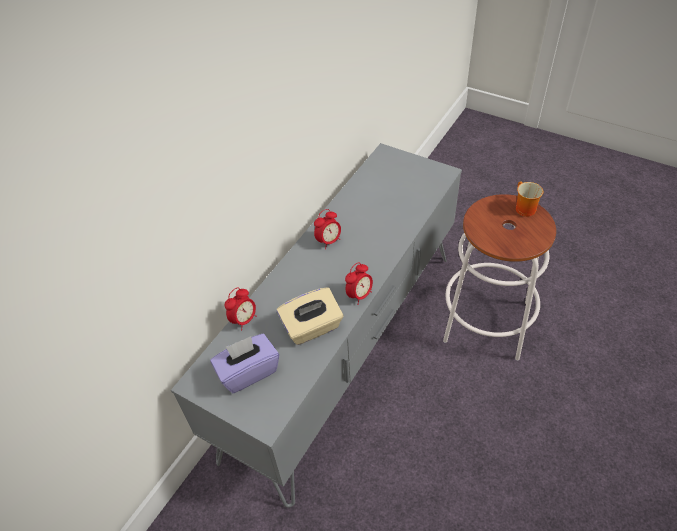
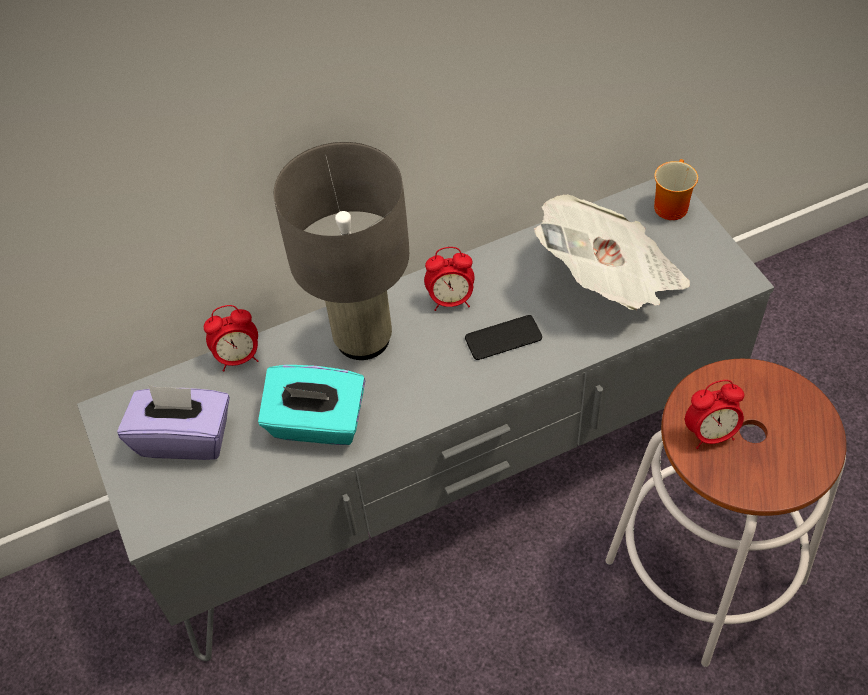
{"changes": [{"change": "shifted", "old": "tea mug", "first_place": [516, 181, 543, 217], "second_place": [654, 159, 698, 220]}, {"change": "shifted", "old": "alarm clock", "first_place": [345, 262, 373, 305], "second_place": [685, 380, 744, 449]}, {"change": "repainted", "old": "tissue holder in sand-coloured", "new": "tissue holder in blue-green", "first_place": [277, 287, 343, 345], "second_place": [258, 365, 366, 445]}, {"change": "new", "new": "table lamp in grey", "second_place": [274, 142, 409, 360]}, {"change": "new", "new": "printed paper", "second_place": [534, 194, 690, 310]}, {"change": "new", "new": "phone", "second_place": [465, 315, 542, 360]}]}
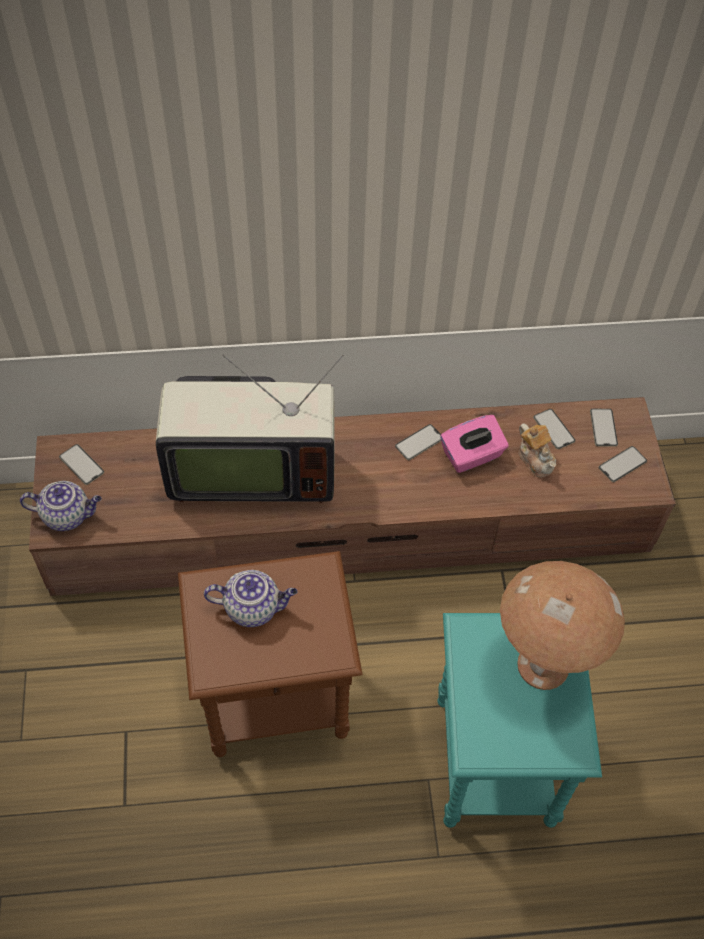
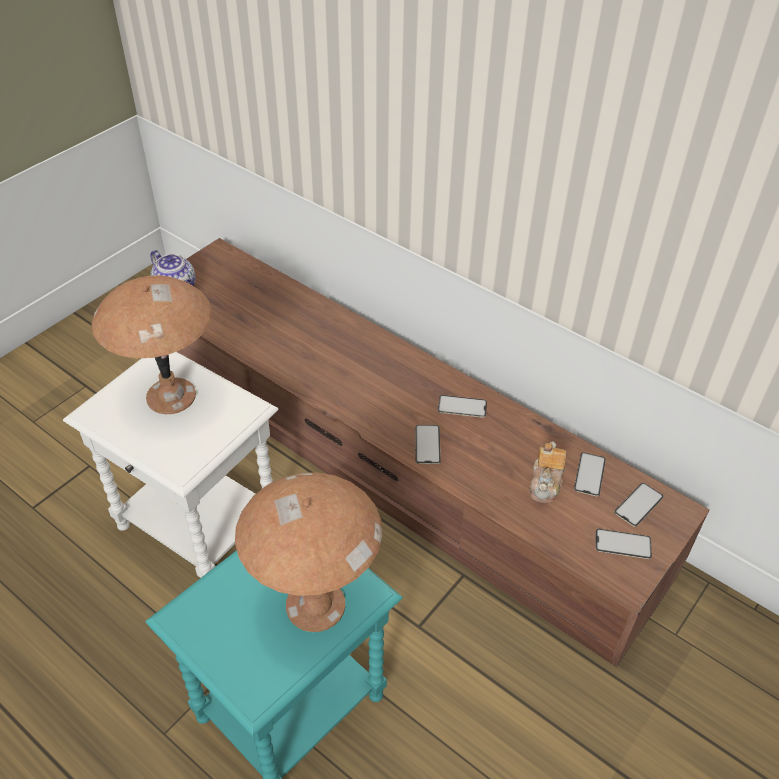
{"changes": [{"change": "gone", "old": "TV set", "first_place": [156, 354, 344, 503]}, {"change": "gone", "old": "tissue holder in pink-coloured", "first_place": [440, 415, 509, 473]}, {"change": "shifted", "old": "phone", "first_place": [59, 444, 104, 485], "second_place": [415, 425, 441, 464]}, {"change": "repainted", "old": "side table in brown-coloured", "new": "side table in white", "first_place": [178, 551, 363, 757], "second_place": [63, 352, 279, 578]}, {"change": "swapped", "old": "pot for tea", "new": "table lamp in brown-coloured", "first_place": [204, 570, 298, 627], "second_place": [91, 275, 212, 414]}]}
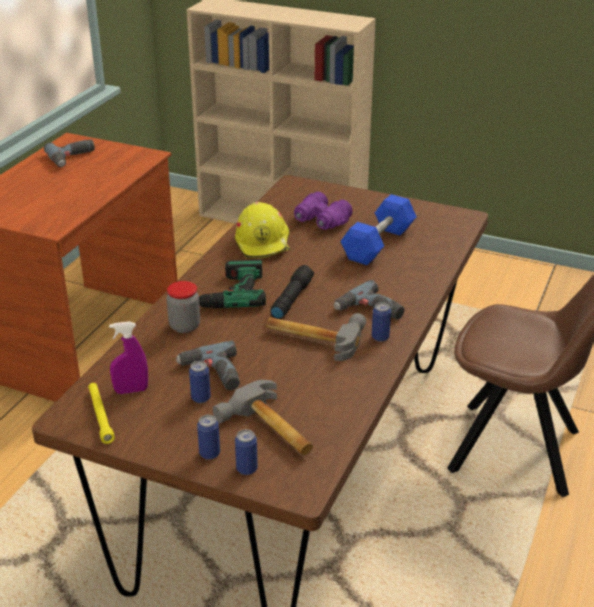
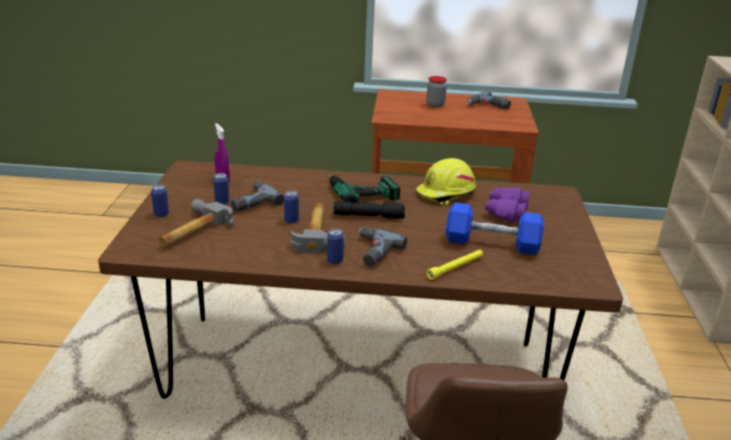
{"changes": [{"change": "shifted", "old": "preserve jar", "first_place": [167, 281, 200, 333], "second_place": [426, 76, 447, 108]}, {"change": "shifted", "old": "flashlight in yellow", "first_place": [88, 383, 115, 444], "second_place": [427, 250, 483, 280]}, {"change": "shifted", "old": "metal can", "first_place": [235, 429, 258, 475], "second_place": [284, 190, 299, 224]}]}
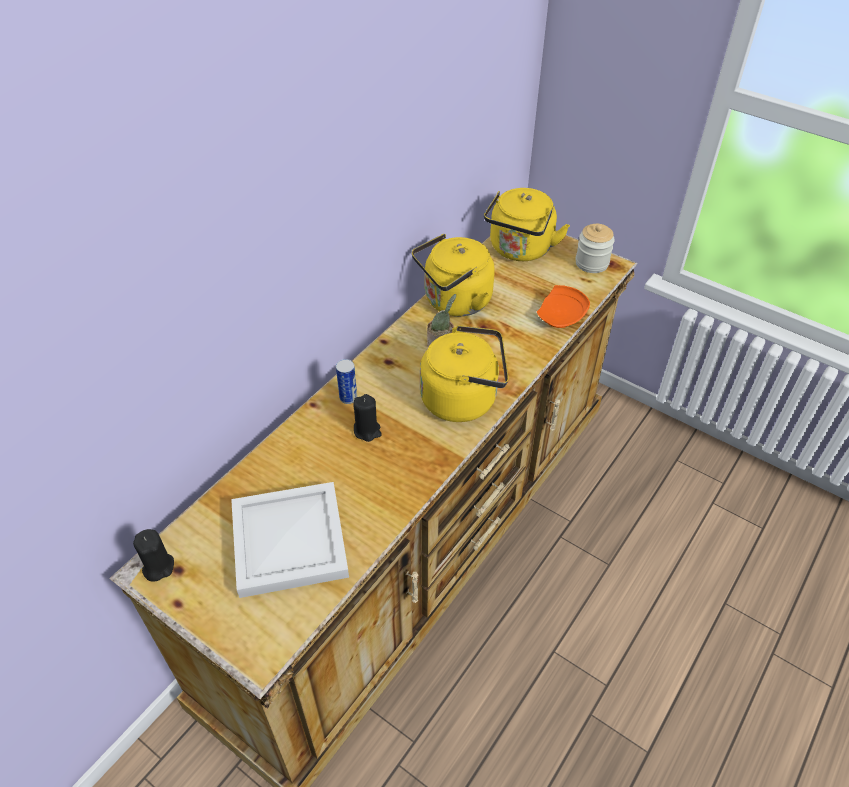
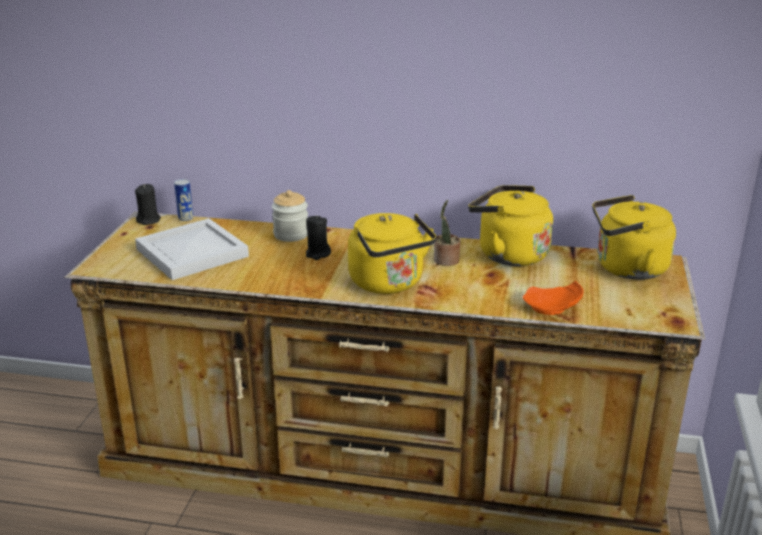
{"changes": [{"change": "shifted", "old": "preserve jar", "first_place": [575, 224, 615, 273], "second_place": [272, 190, 308, 242]}, {"change": "shifted", "old": "metal can", "first_place": [336, 359, 357, 404], "second_place": [174, 179, 193, 221]}]}
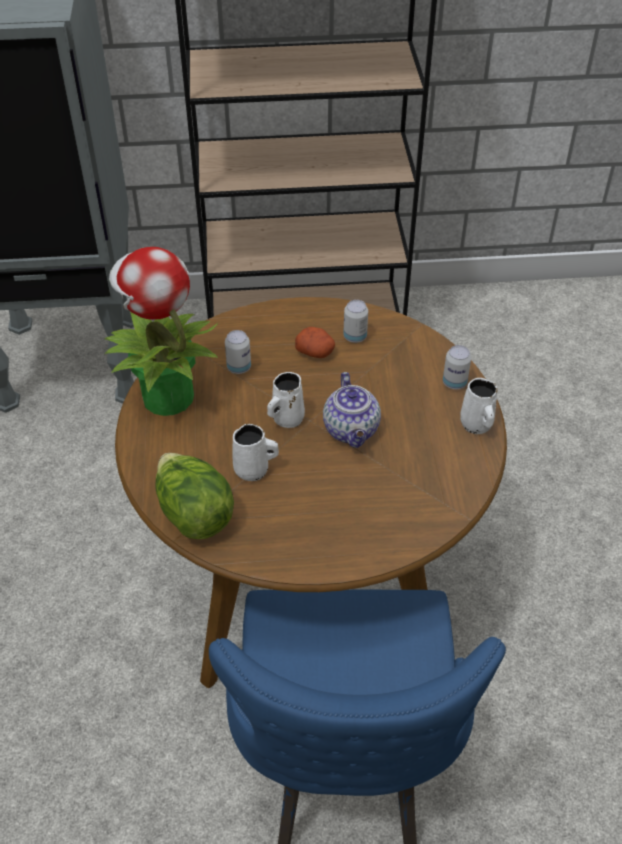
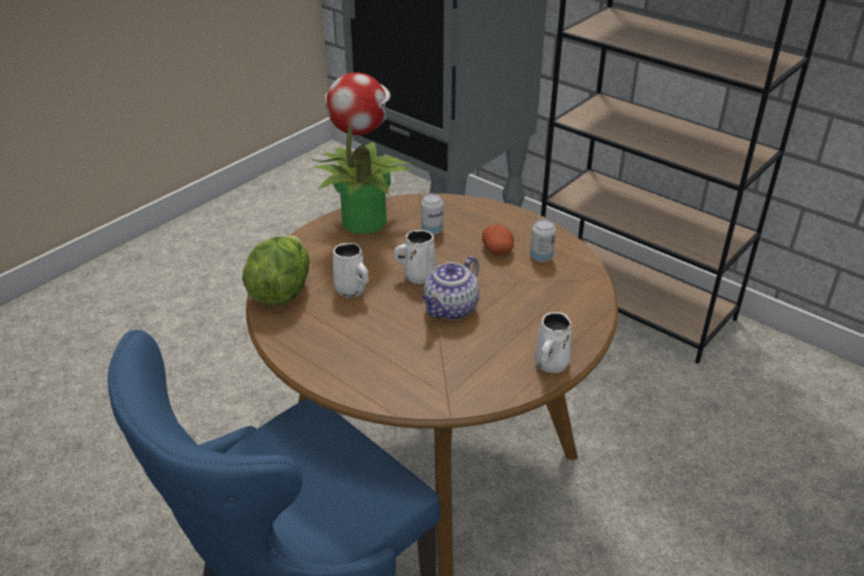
{"changes": [{"change": "gone", "old": "metal can", "first_place": [443, 345, 471, 390]}]}
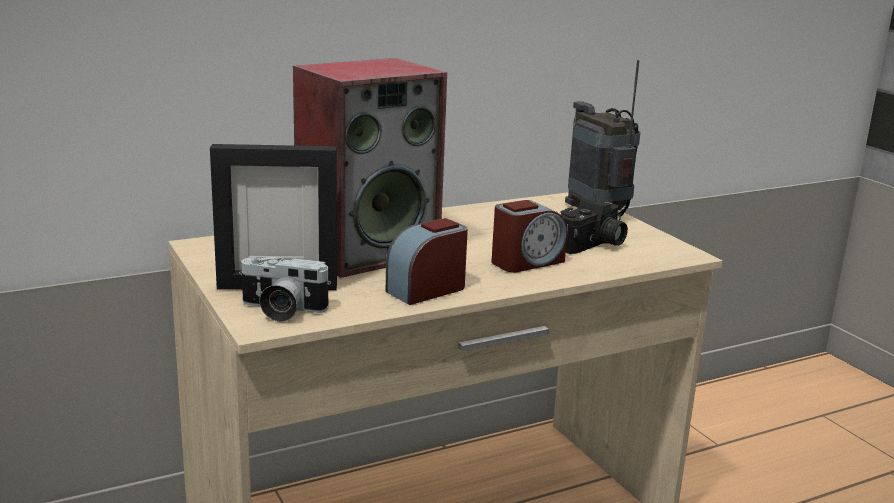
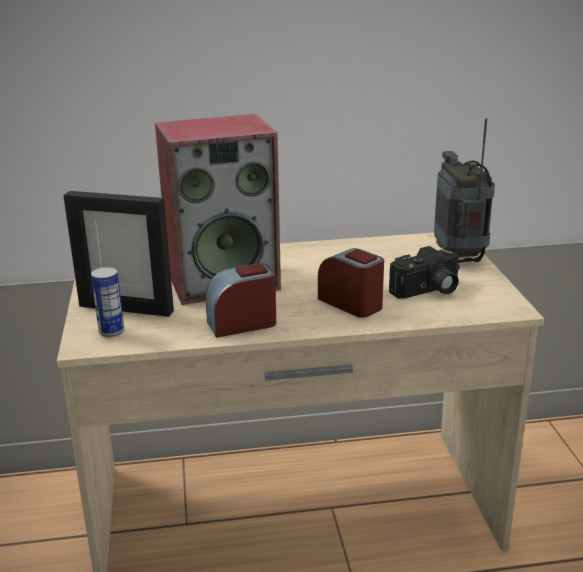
{"changes": [{"change": "rotated", "old": "alarm clock", "first_place": [492, 200, 567, 272], "second_place": [318, 248, 384, 318], "degrees": -120}, {"change": "swapped", "old": "photo camera", "new": "metal can", "first_place": [239, 257, 331, 322], "second_place": [91, 267, 124, 337]}]}
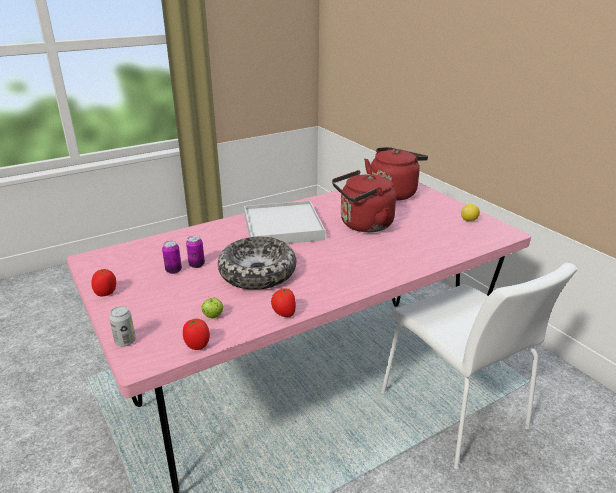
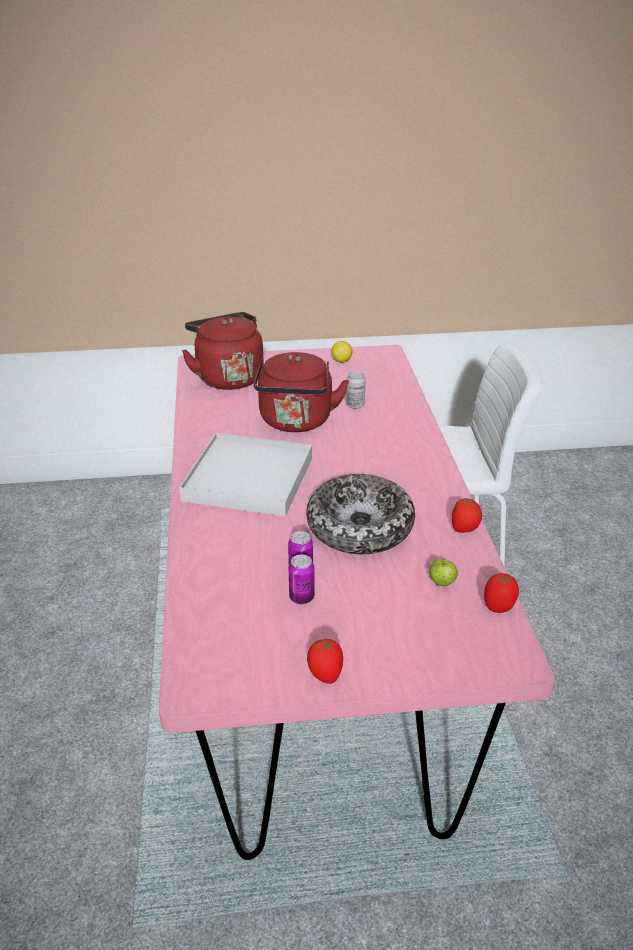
{"changes": [{"change": "shifted", "old": "metal can", "first_place": [109, 306, 136, 347], "second_place": [346, 371, 365, 409]}]}
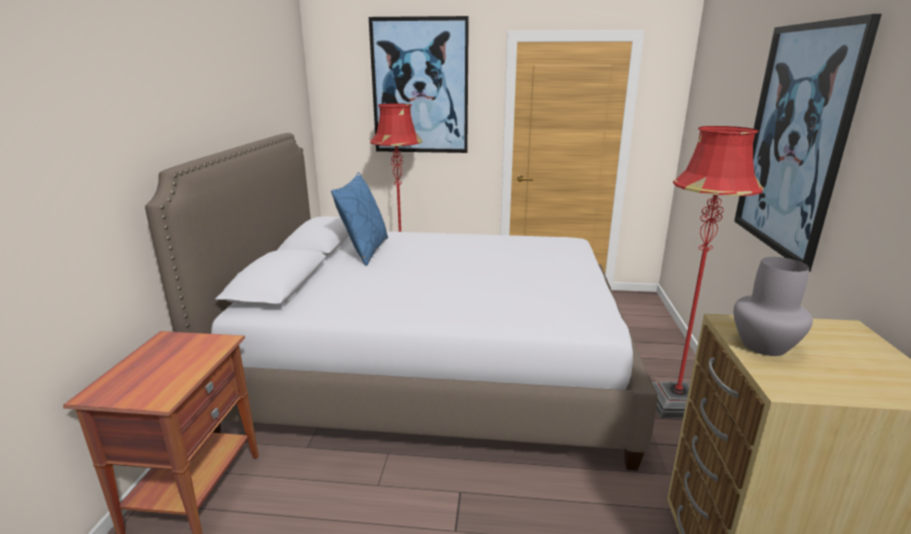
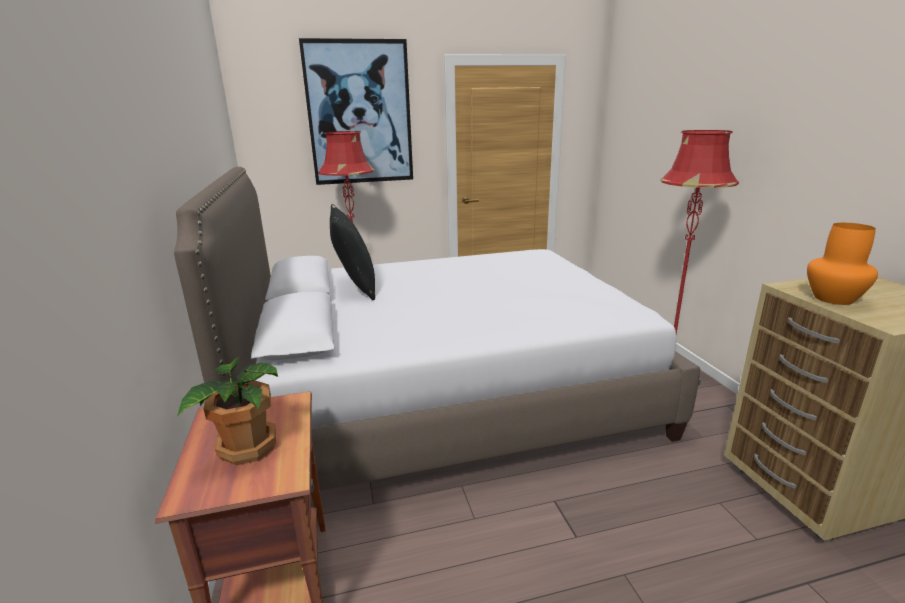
{"changes": [{"change": "gone", "old": "picture", "first_place": [734, 14, 881, 272]}, {"change": "repainted", "old": "cushion in blue", "new": "cushion in blackish", "first_place": [331, 172, 388, 266], "second_place": [330, 204, 375, 300]}, {"change": "repainted", "old": "vase in grey", "new": "vase in orange", "first_place": [733, 257, 813, 356], "second_place": [807, 223, 878, 305]}, {"change": "new", "new": "houseplant", "second_place": [177, 357, 278, 465]}]}
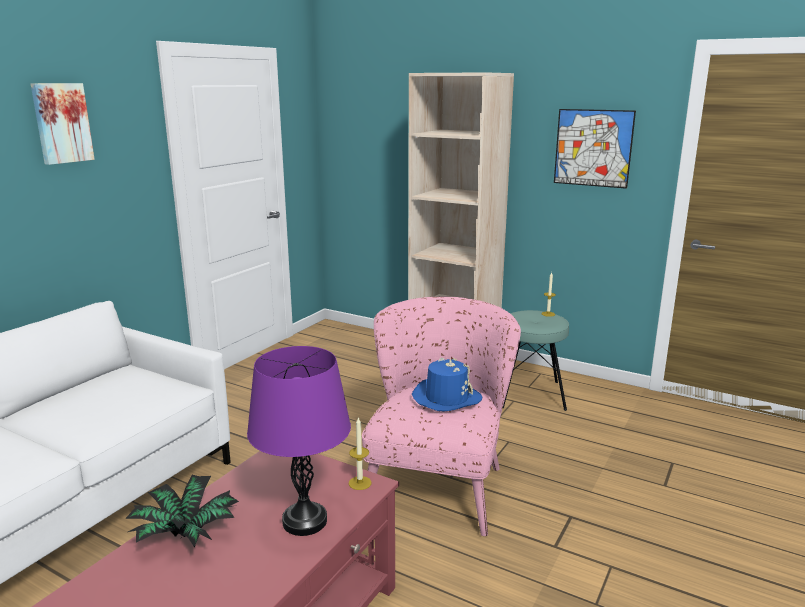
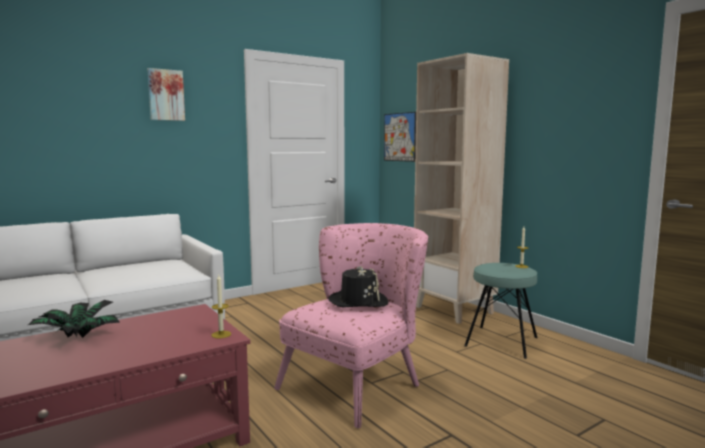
{"changes": [{"change": "shifted", "old": "picture", "first_place": [554, 109, 636, 189], "second_place": [384, 112, 416, 162]}, {"change": "gone", "old": "table lamp in purple-coloured", "first_place": [247, 346, 351, 536]}, {"change": "repainted", "old": "wearable hat in blue", "new": "wearable hat in blackish", "first_place": [412, 357, 483, 411], "second_place": [328, 266, 388, 307]}]}
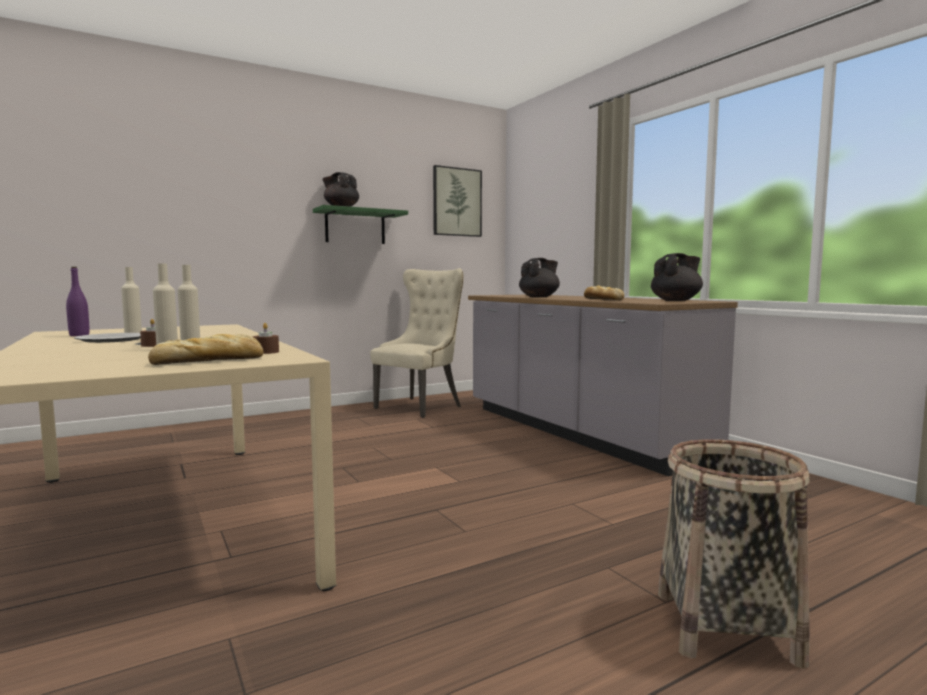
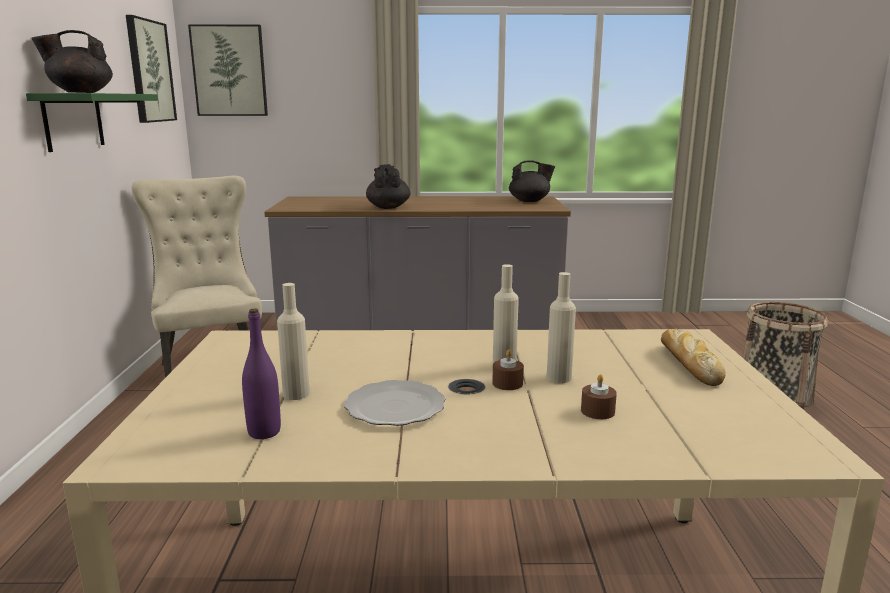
{"changes": [{"change": "rotated", "old": "pot for tea in blackish", "first_place": [651, 253, 703, 301], "second_place": [509, 160, 555, 202], "degrees": 90}, {"change": "gone", "old": "bread", "first_place": [584, 286, 624, 300]}, {"change": "shifted", "old": "candle in brown-coloured", "first_place": [253, 323, 279, 354], "second_place": [581, 374, 617, 419]}, {"change": "new", "new": "picture", "second_place": [188, 24, 268, 116]}]}
